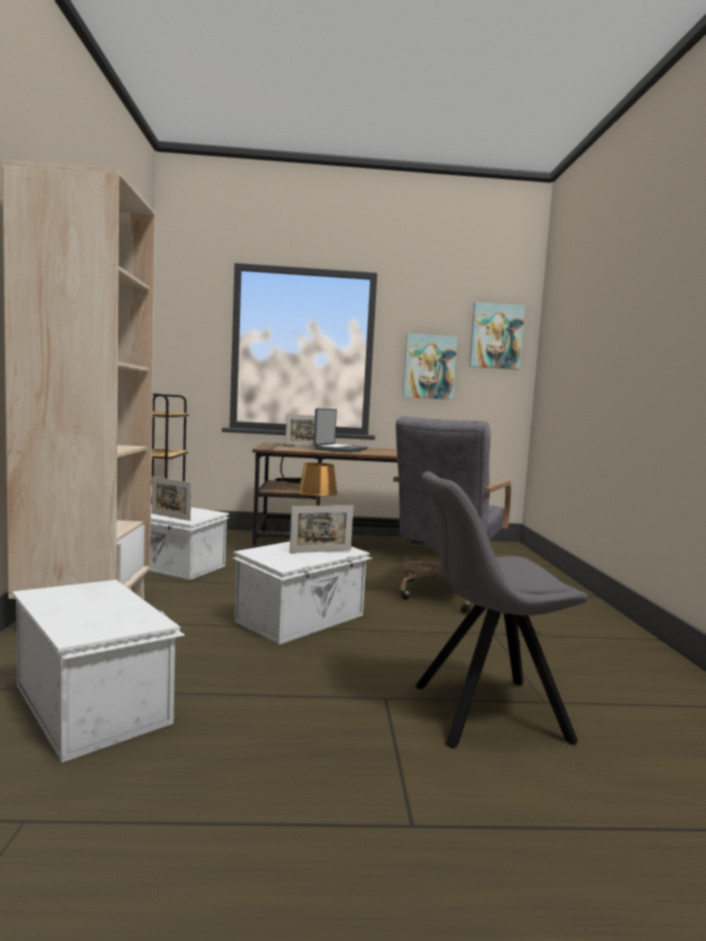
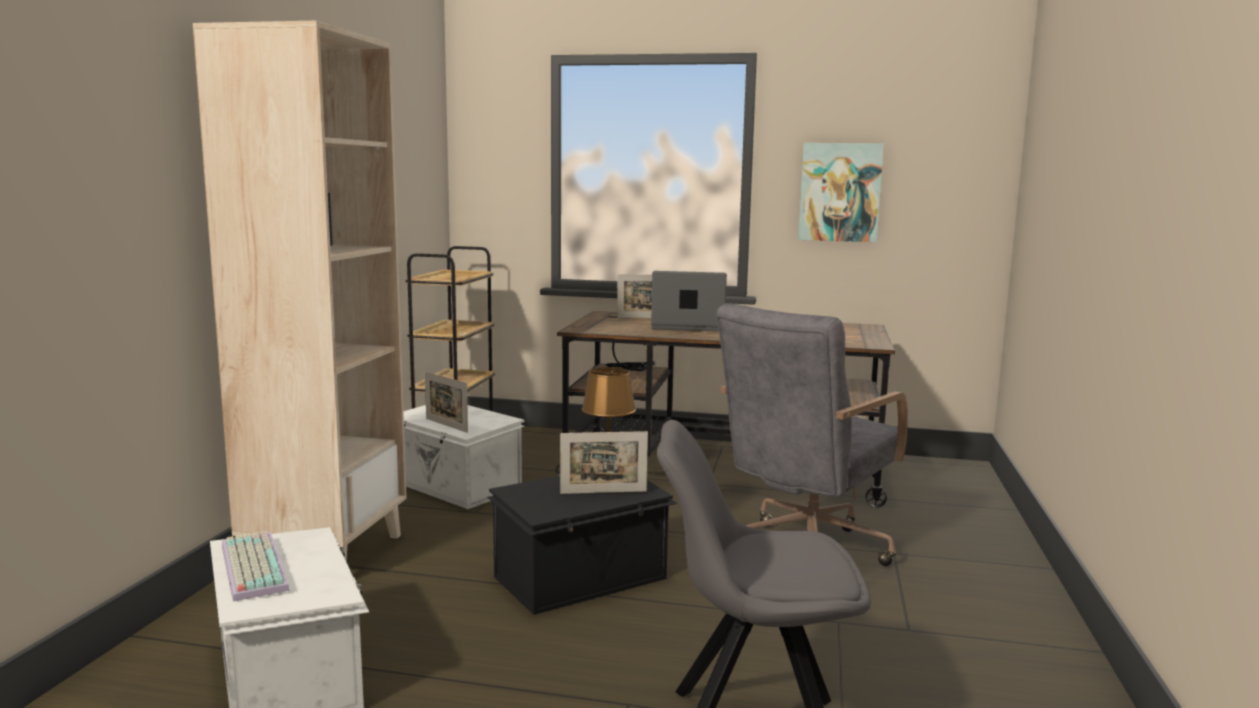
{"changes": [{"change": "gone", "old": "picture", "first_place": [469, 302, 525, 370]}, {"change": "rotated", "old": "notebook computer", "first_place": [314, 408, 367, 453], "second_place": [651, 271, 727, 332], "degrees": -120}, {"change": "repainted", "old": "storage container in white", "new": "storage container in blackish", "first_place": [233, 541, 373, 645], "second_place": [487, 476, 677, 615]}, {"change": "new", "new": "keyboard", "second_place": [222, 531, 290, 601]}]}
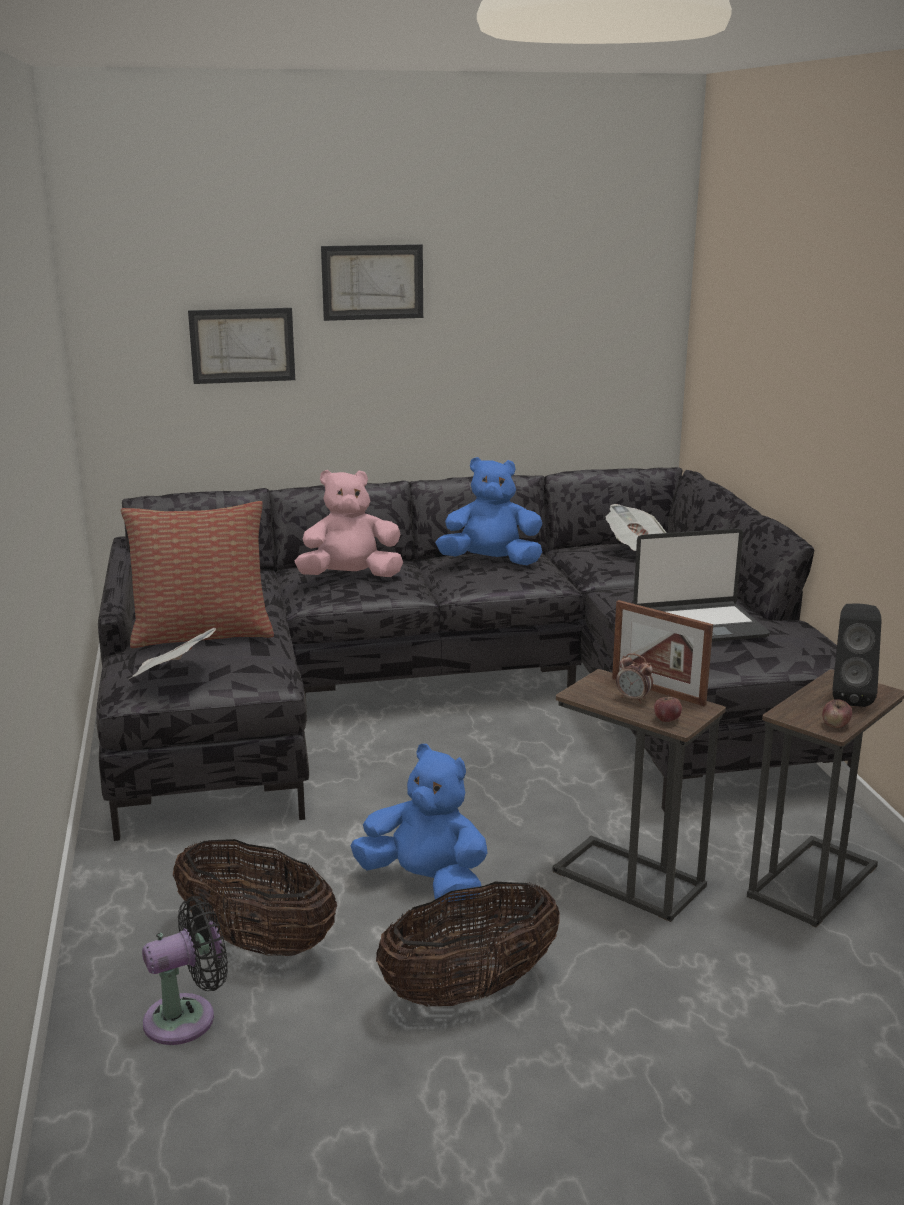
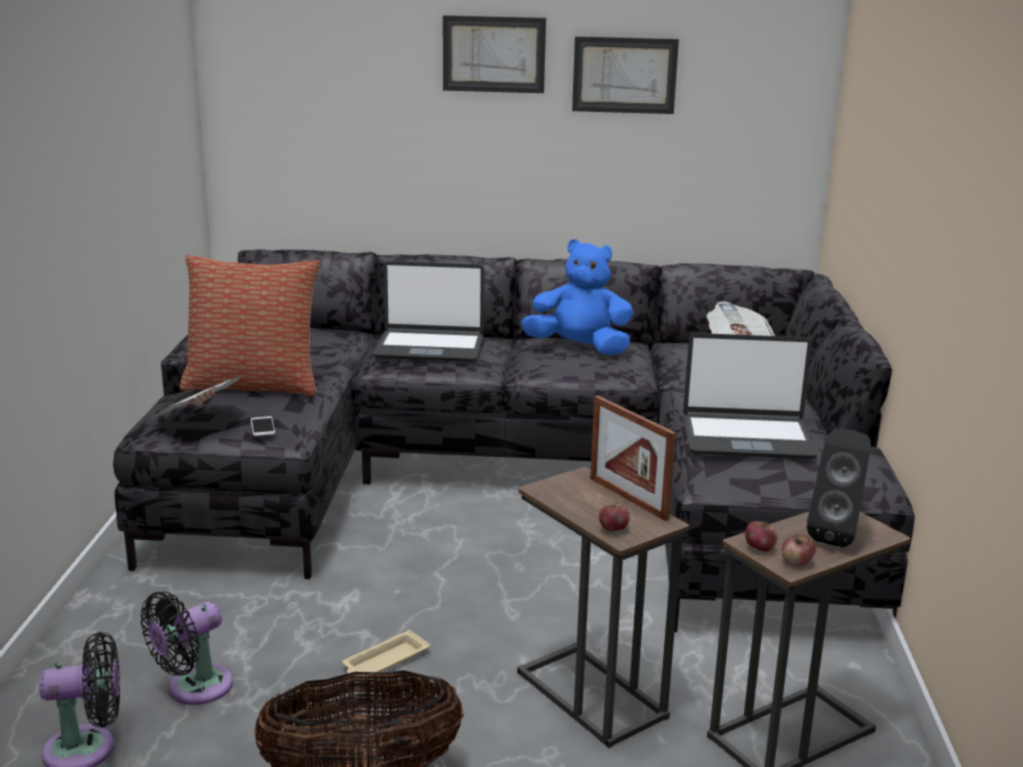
{"changes": [{"change": "shifted", "old": "picture", "first_place": [188, 308, 295, 384], "second_place": [572, 36, 679, 114]}, {"change": "swapped", "old": "plush toy in pink-coloured", "new": "notebook computer", "first_place": [295, 470, 403, 577], "second_place": [373, 261, 484, 362]}, {"change": "gone", "old": "alarm clock", "first_place": [616, 653, 653, 704]}, {"change": "swapped", "old": "plush toy in blue", "new": "carrying tray in sand-coloured", "first_place": [350, 744, 487, 906], "second_place": [342, 630, 430, 679]}, {"change": "swapped", "old": "basket", "new": "cooling fan in blackish", "first_place": [173, 839, 337, 956], "second_place": [140, 591, 233, 705]}, {"change": "new", "new": "phone", "second_place": [251, 416, 275, 436]}, {"change": "new", "new": "apple", "second_place": [745, 521, 778, 552]}]}
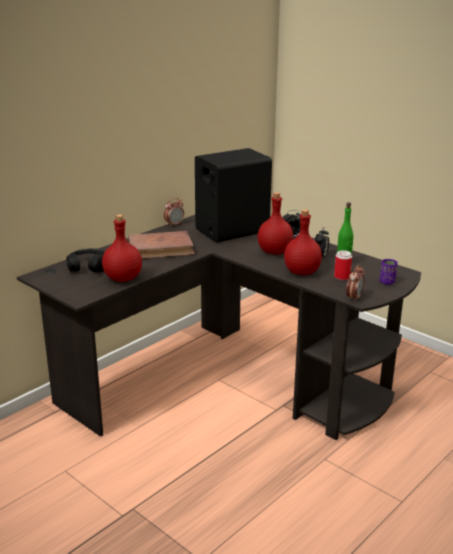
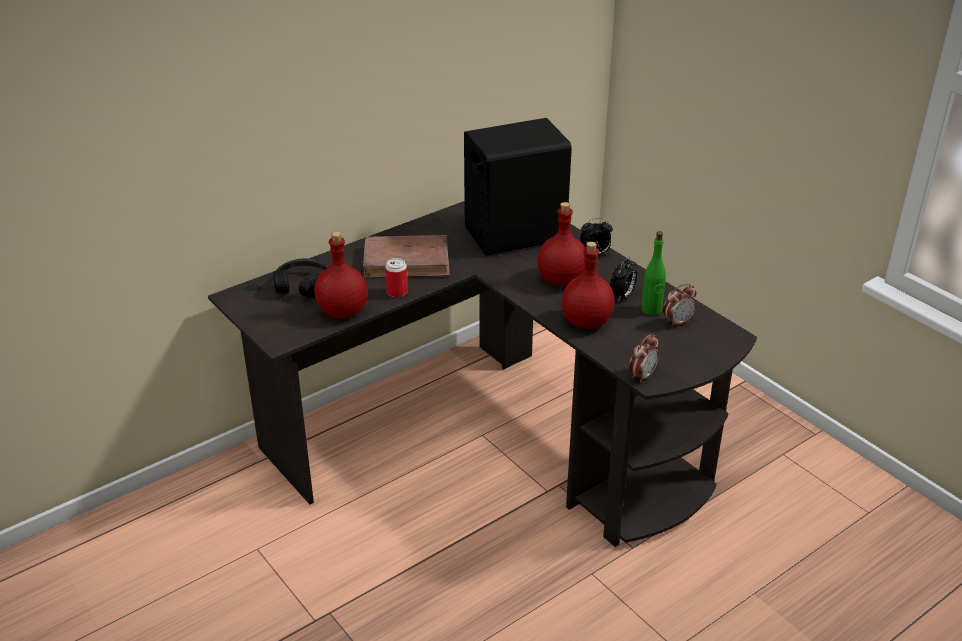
{"changes": [{"change": "shifted", "old": "alarm clock", "first_place": [164, 198, 184, 227], "second_place": [663, 283, 697, 327]}, {"change": "shifted", "old": "metal can", "first_place": [334, 250, 352, 280], "second_place": [385, 258, 408, 297]}, {"change": "gone", "old": "small cup in purple-coloured", "first_place": [380, 259, 398, 285]}]}
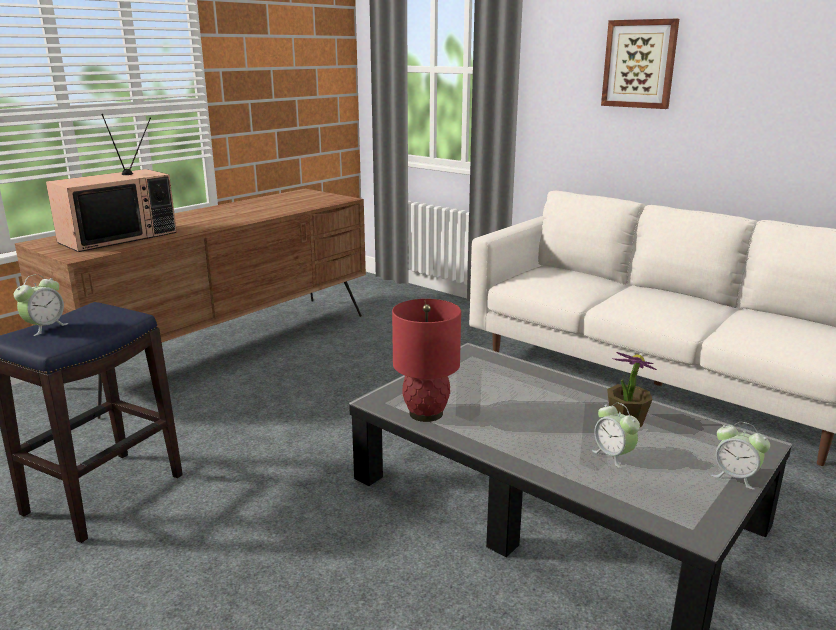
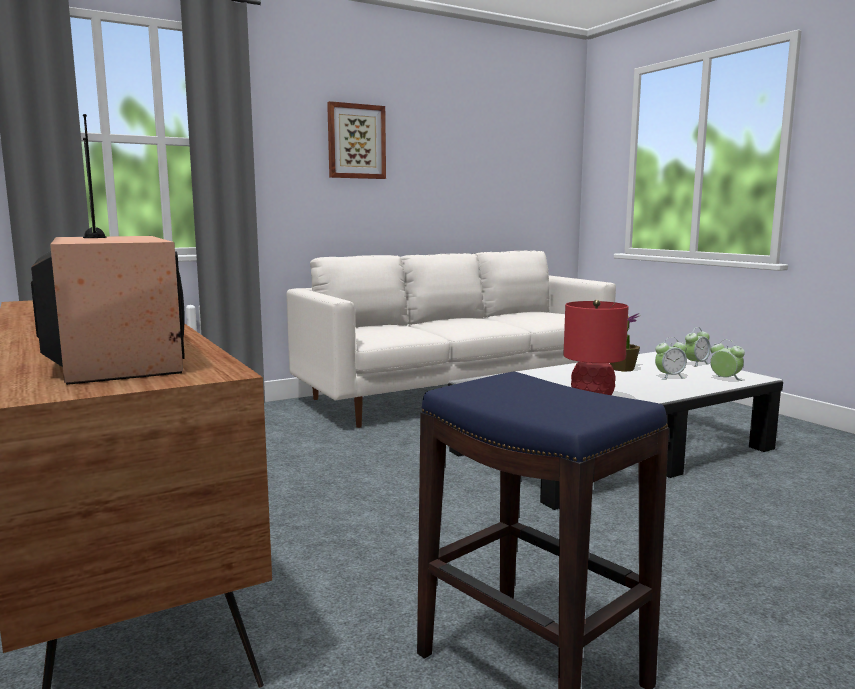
{"changes": [{"change": "shifted", "old": "alarm clock", "first_place": [14, 274, 68, 336], "second_place": [710, 340, 745, 381]}]}
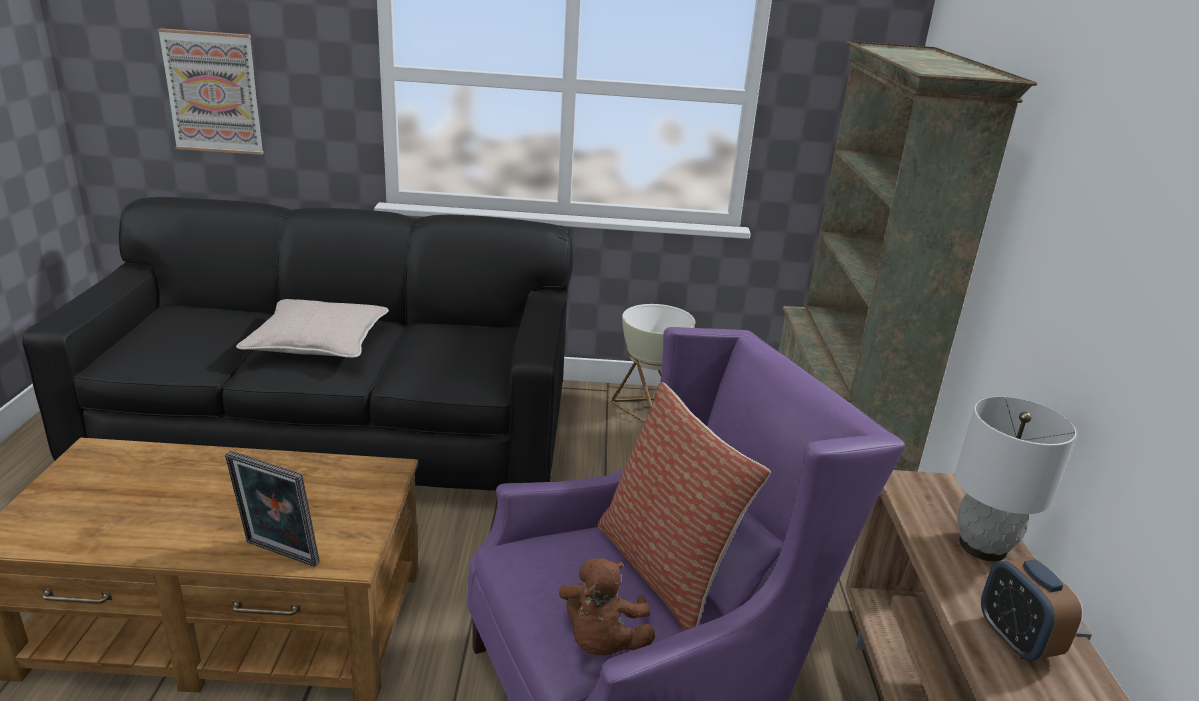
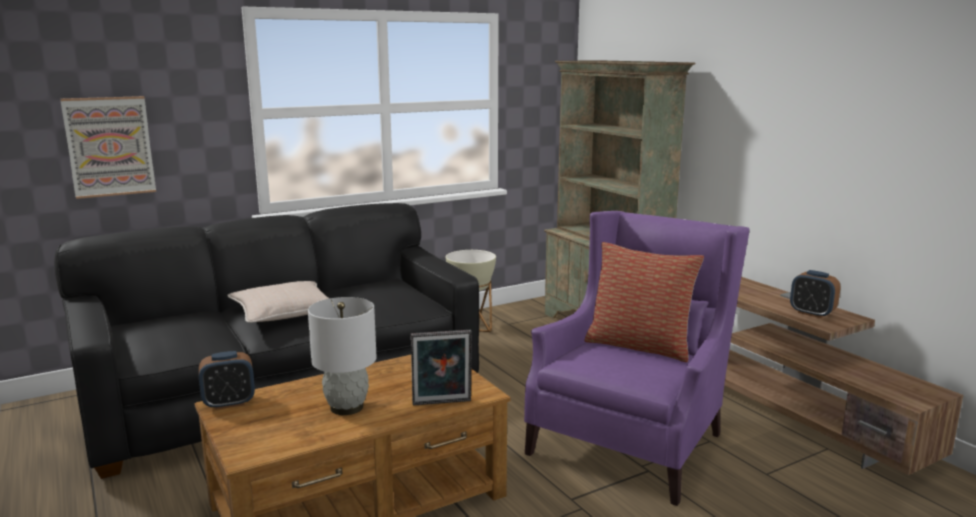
{"changes": [{"change": "shifted", "old": "table lamp in white", "first_place": [955, 397, 1076, 561], "second_place": [308, 297, 377, 415]}, {"change": "gone", "old": "plush toy in brown-coloured", "first_place": [559, 558, 655, 656]}, {"change": "new", "new": "alarm clock", "second_place": [199, 351, 255, 410]}]}
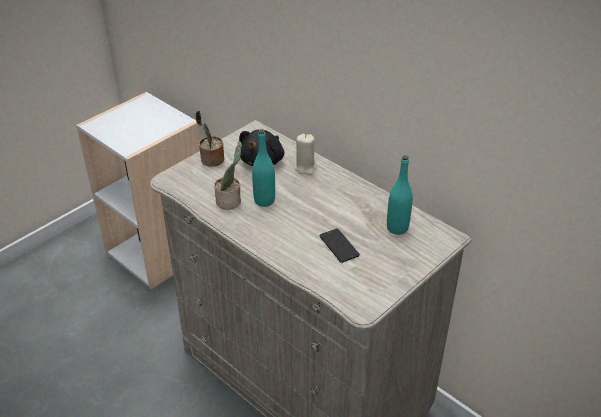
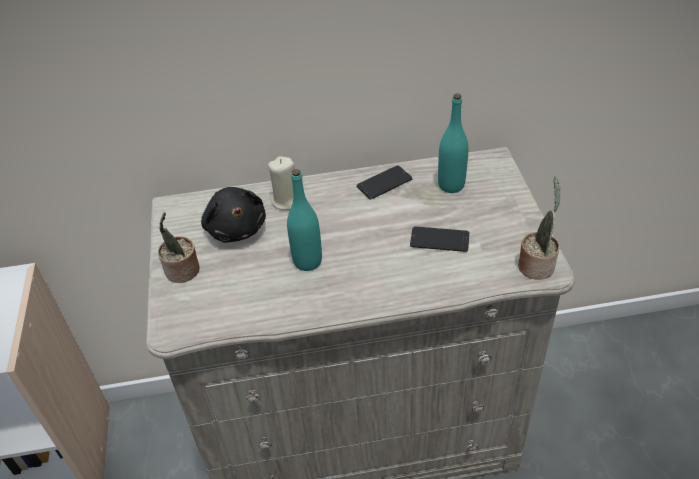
{"changes": [{"change": "shifted", "old": "houseplant", "first_place": [214, 142, 242, 210], "second_place": [518, 176, 561, 280]}, {"change": "new", "new": "phone", "second_place": [357, 165, 413, 199]}]}
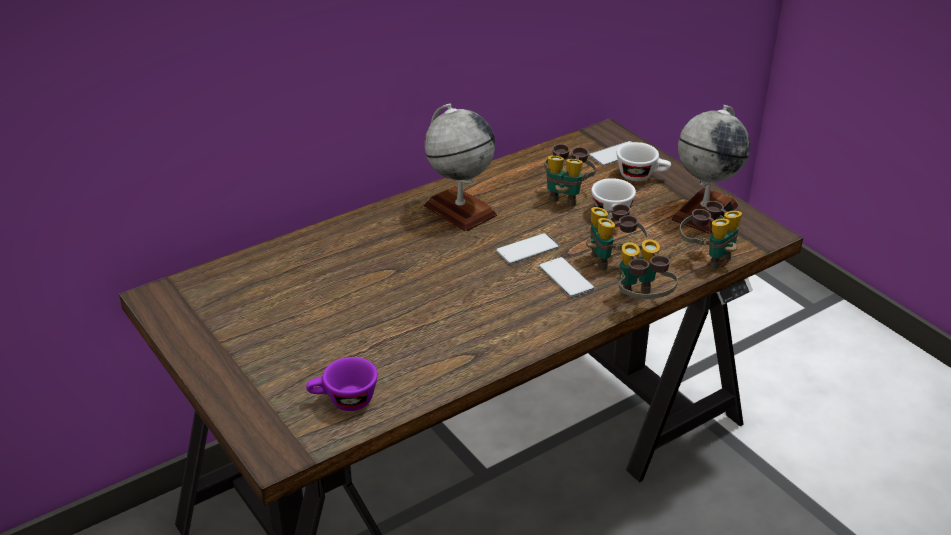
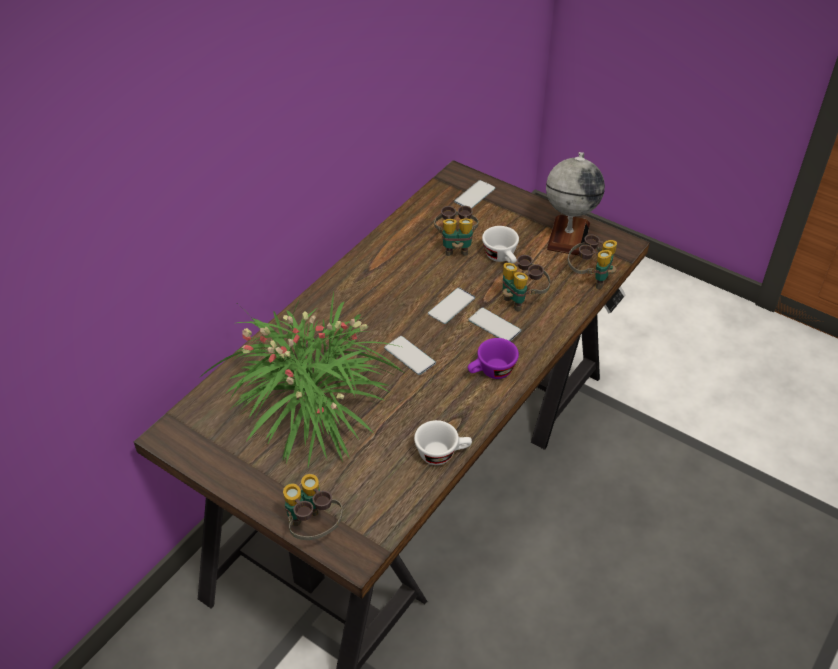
{"changes": [{"change": "gone", "old": "desk globe", "first_place": [424, 103, 497, 231]}, {"change": "shifted", "old": "small cup in white", "first_place": [617, 142, 671, 181], "second_place": [414, 420, 472, 465]}, {"change": "shifted", "old": "pair of binoculars", "first_place": [619, 239, 678, 299], "second_place": [283, 474, 343, 540]}, {"change": "shifted", "old": "small cup in purple-coloured", "first_place": [306, 357, 378, 411], "second_place": [468, 338, 519, 379]}, {"change": "new", "new": "houseplant", "second_place": [199, 292, 404, 467]}, {"change": "new", "new": "phone", "second_place": [384, 336, 436, 375]}]}
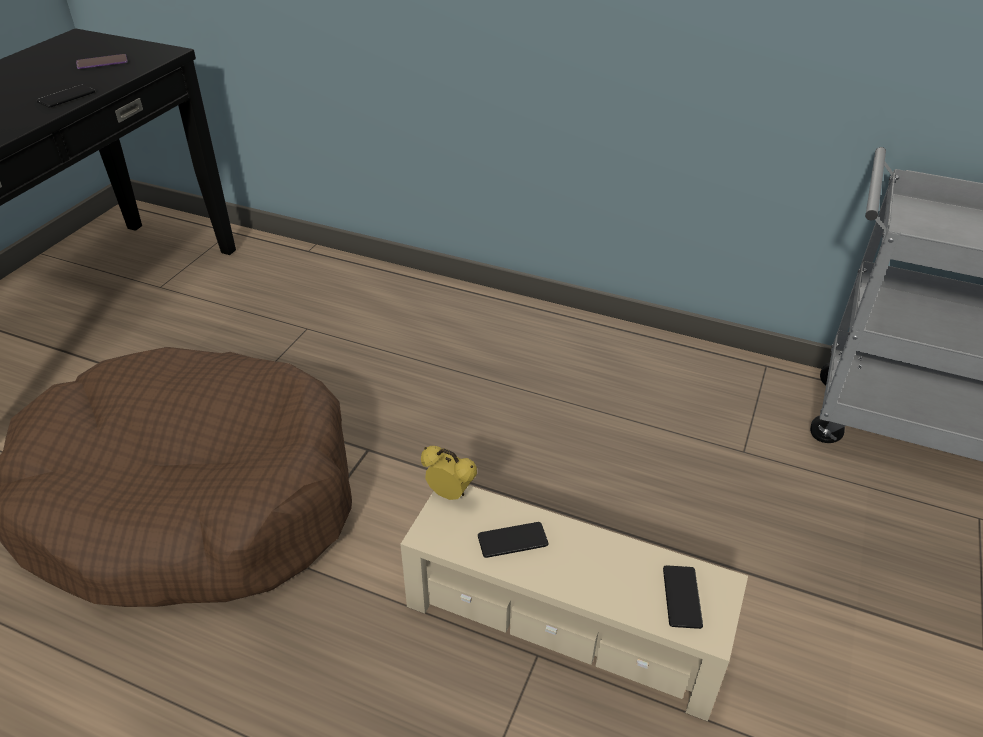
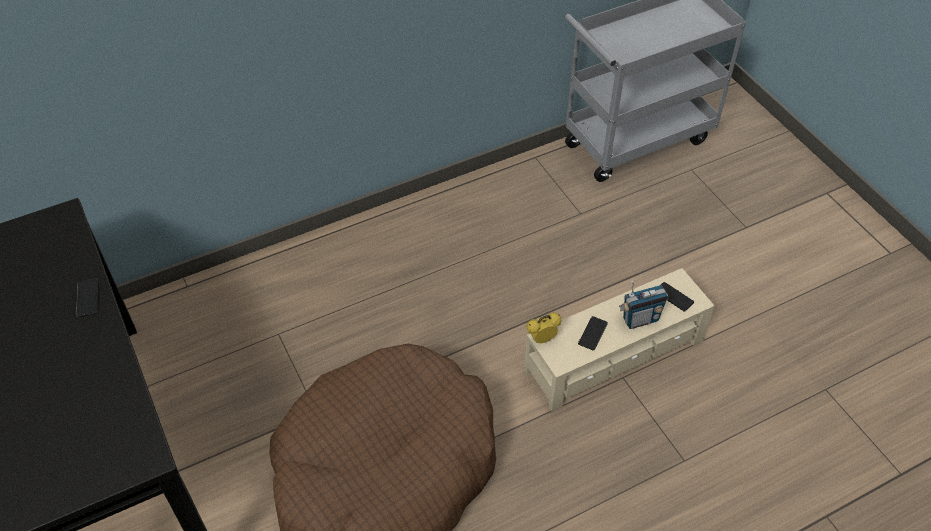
{"changes": [{"change": "gone", "old": "phone", "first_place": [76, 54, 128, 69]}, {"change": "new", "new": "radio", "second_place": [619, 281, 668, 329]}]}
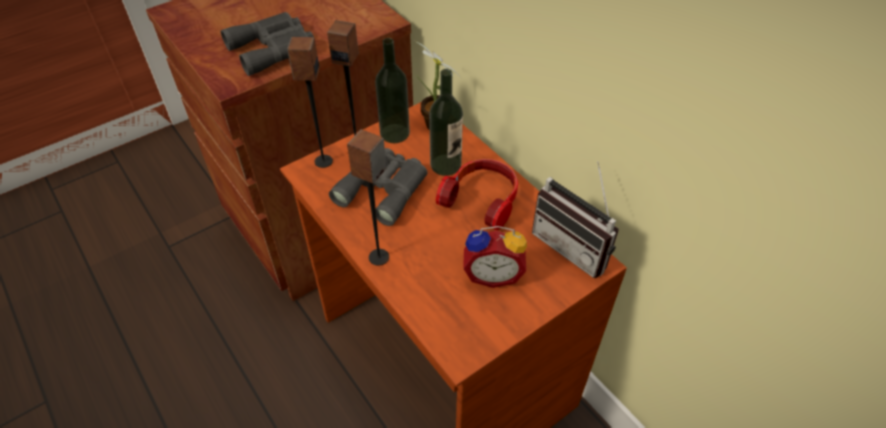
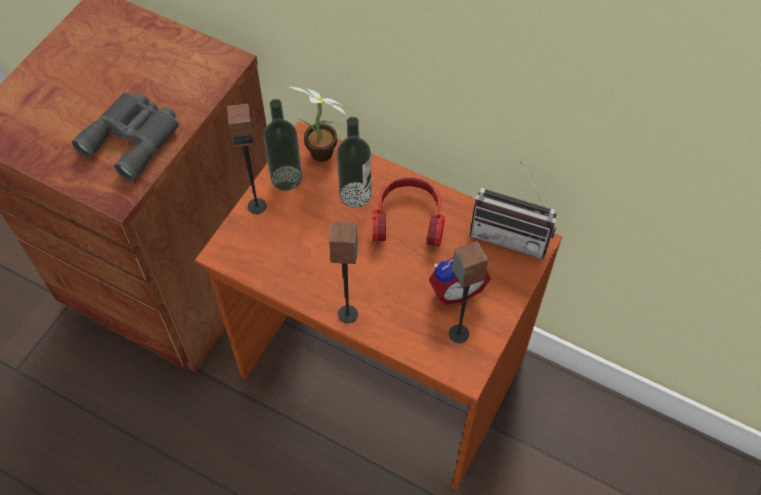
{"changes": [{"change": "shifted", "old": "loudspeaker", "first_place": [287, 37, 333, 168], "second_place": [449, 241, 488, 343]}, {"change": "gone", "old": "pair of binoculars in grey", "first_place": [329, 148, 428, 226]}]}
